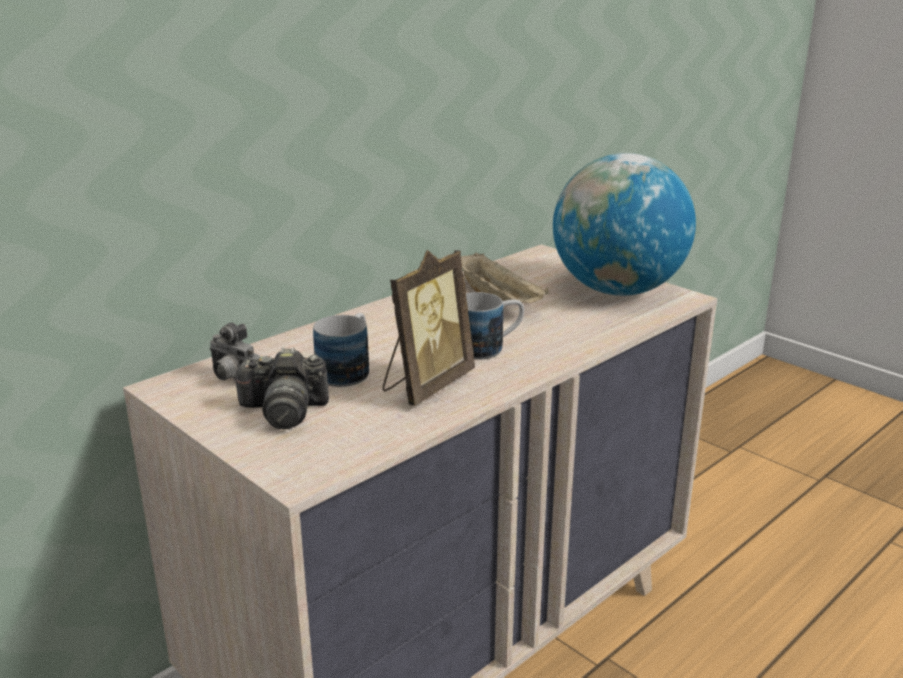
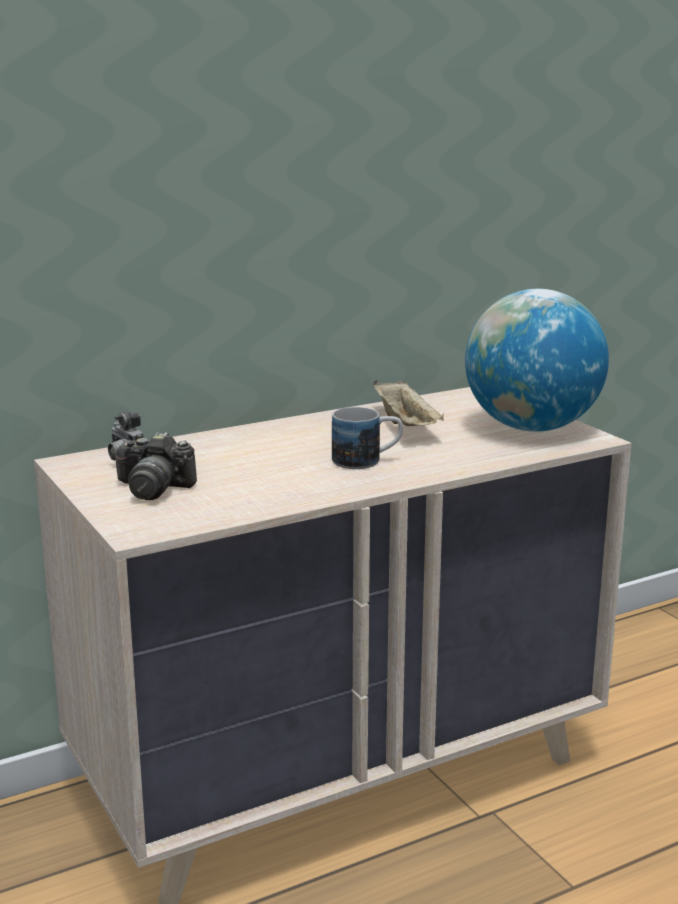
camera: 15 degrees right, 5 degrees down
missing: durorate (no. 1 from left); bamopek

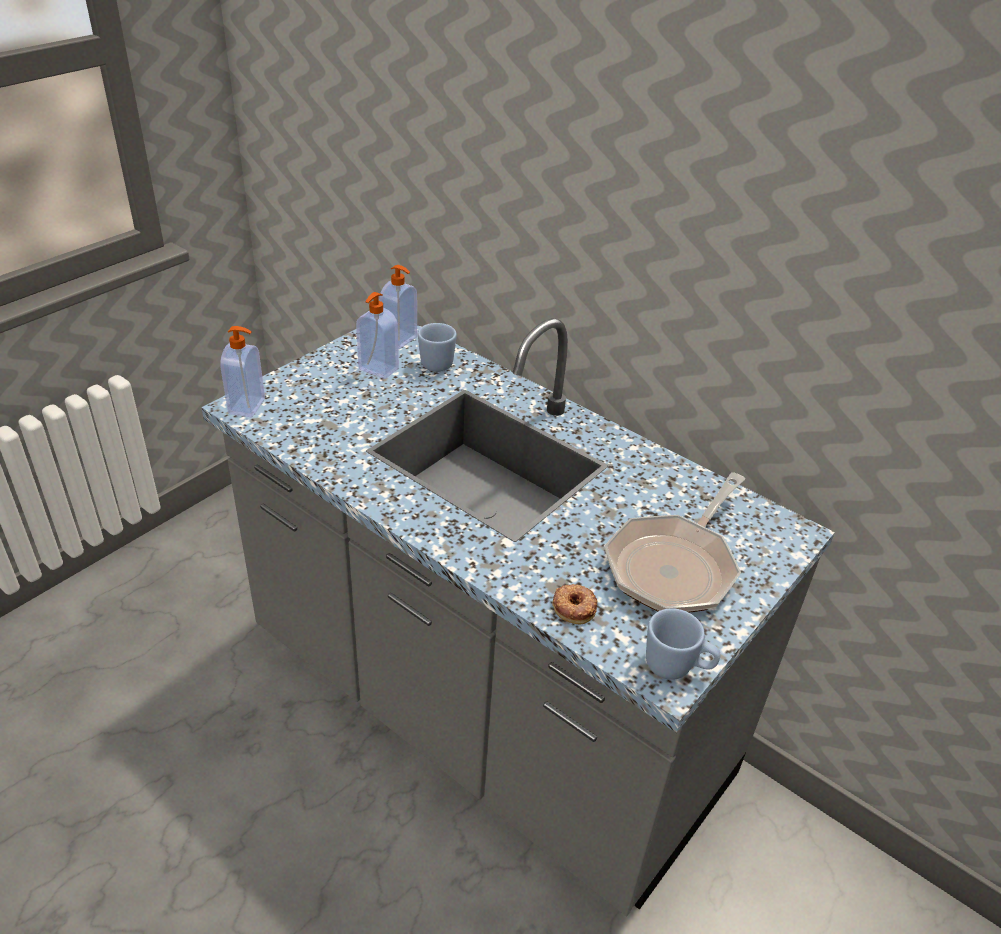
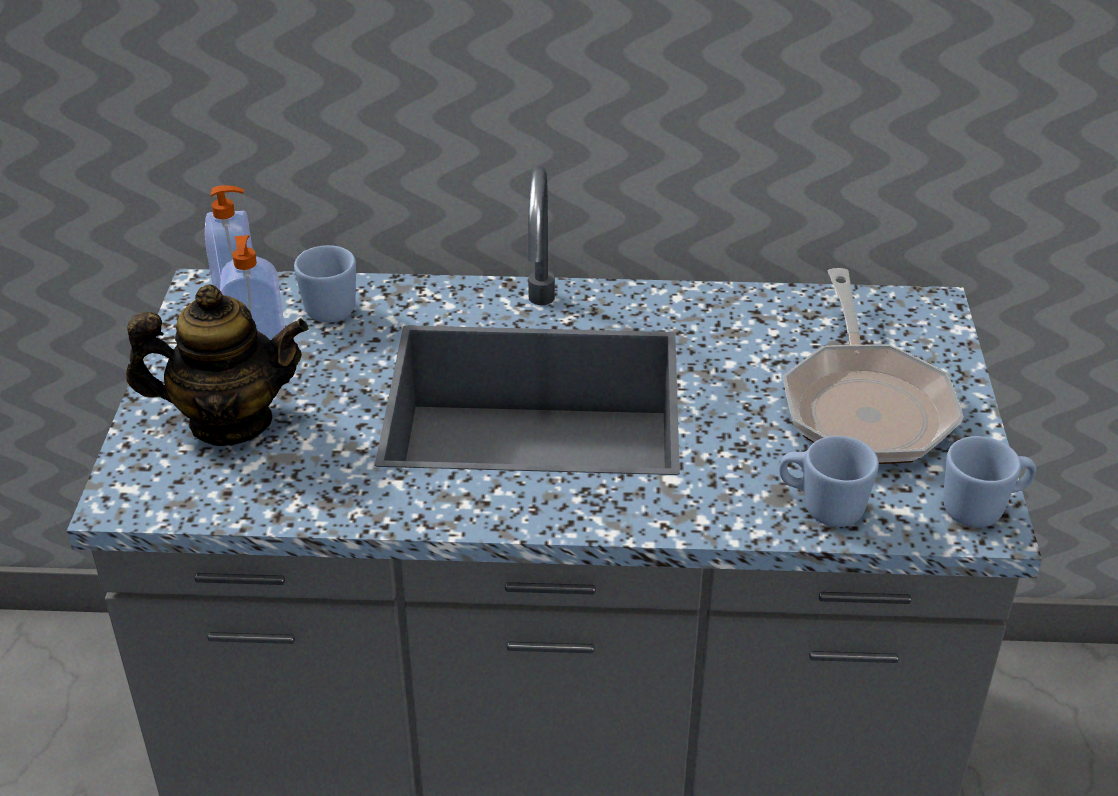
camera: 35 degrees left, 0 degrees up
missing: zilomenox (no. 1 from left)
appeared: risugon
exchanged: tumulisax to durorate (blue) (no. 2 from left)

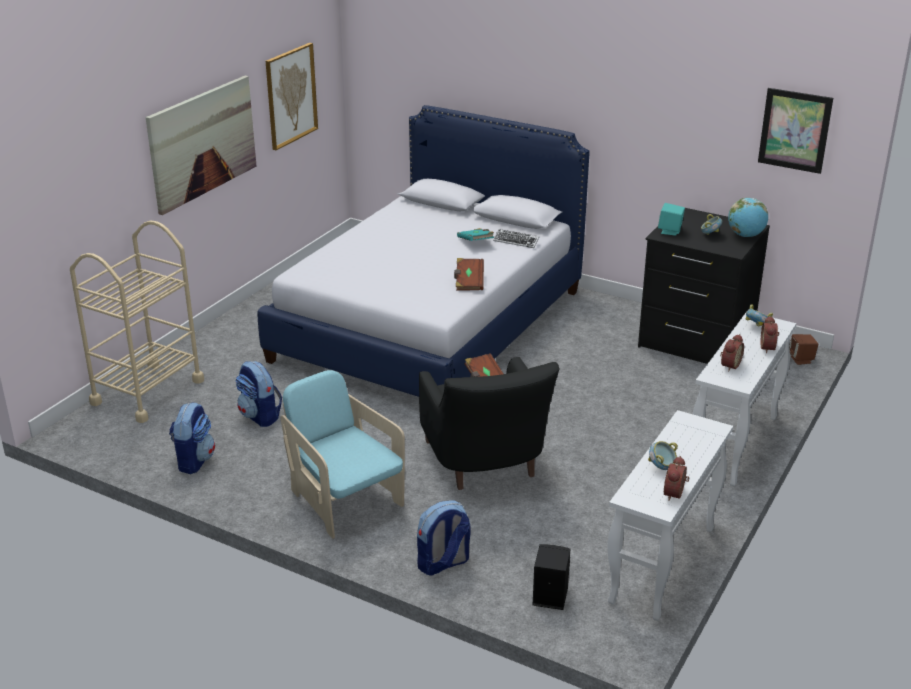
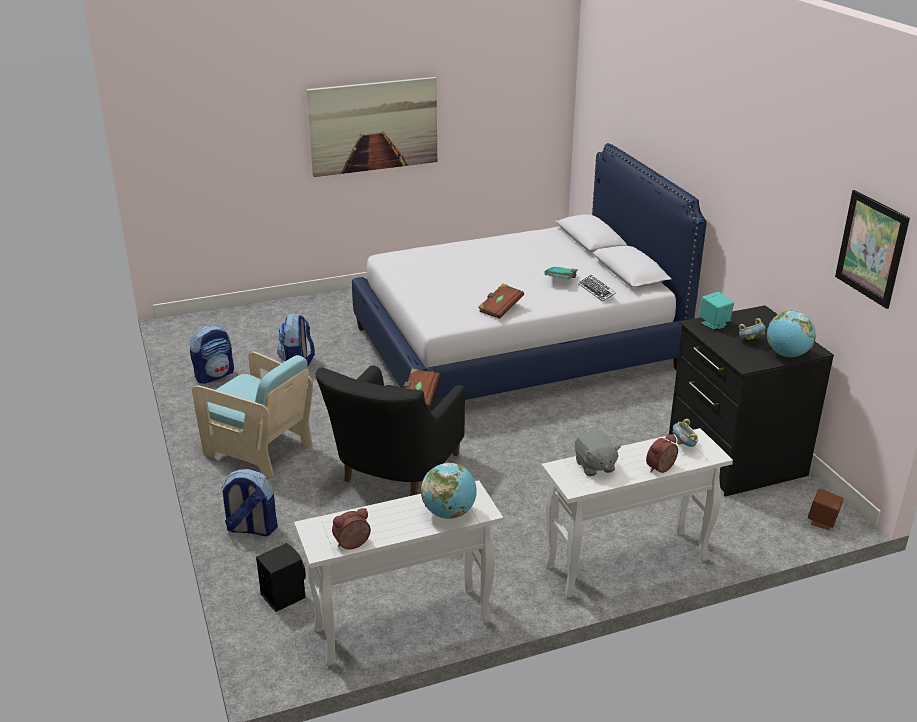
camera: 40 degrees right, 0 degrees up
missing: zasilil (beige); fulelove (no. 2 from left); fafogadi (no. 1 from left)
appeared: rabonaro (no. 1 from left)
exchanged: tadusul (no. 2 from left) to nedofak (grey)
spun: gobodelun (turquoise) 120 degrees clockwise

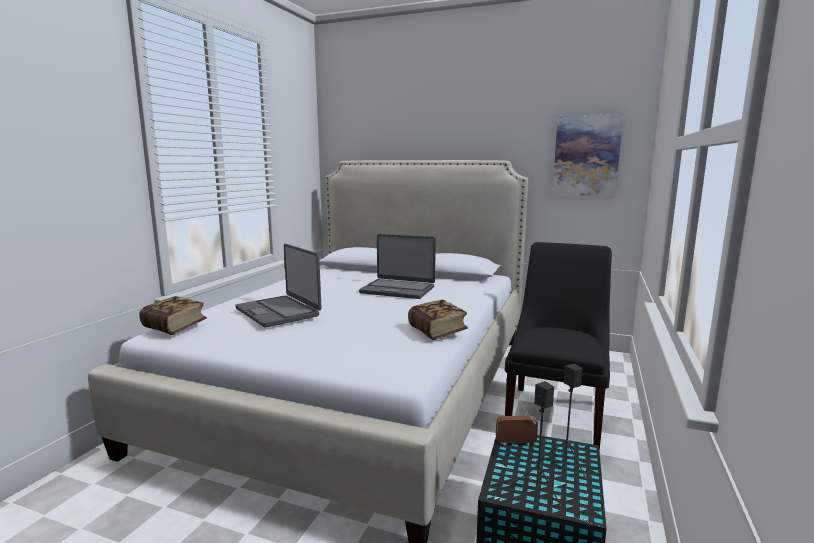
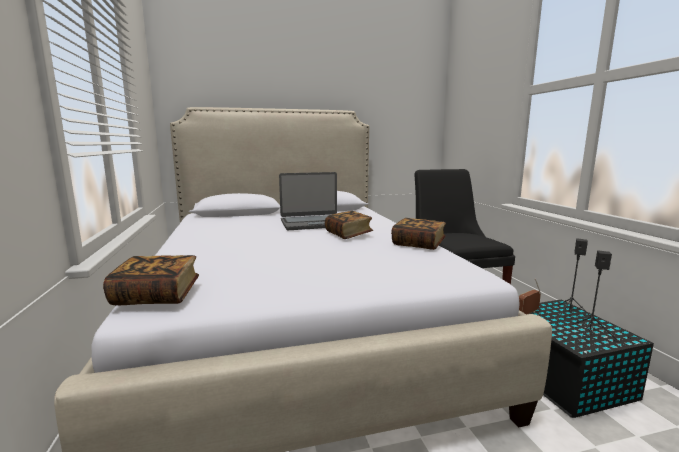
camera: 35 degrees left, 0 degrees up
missing: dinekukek (no. 1 from left); fulelove
appeared: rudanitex (no. 2 from left)

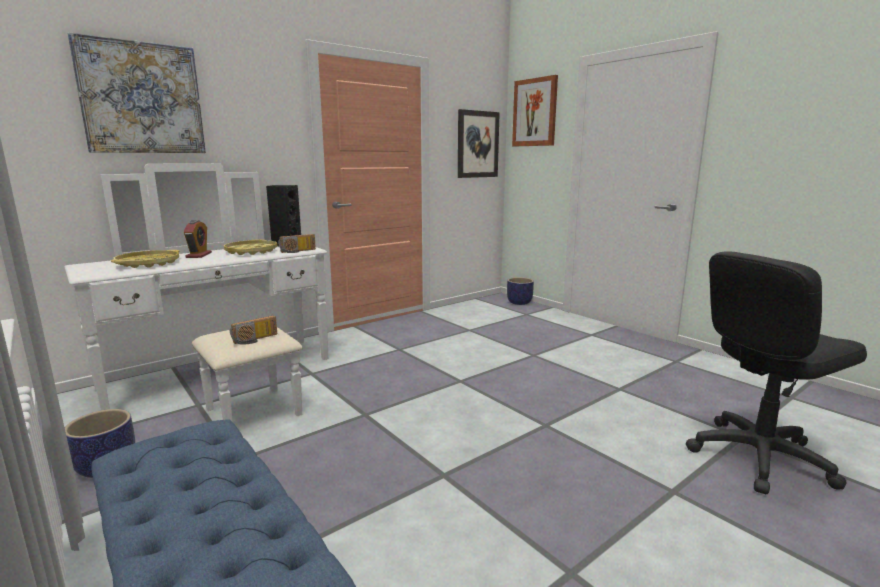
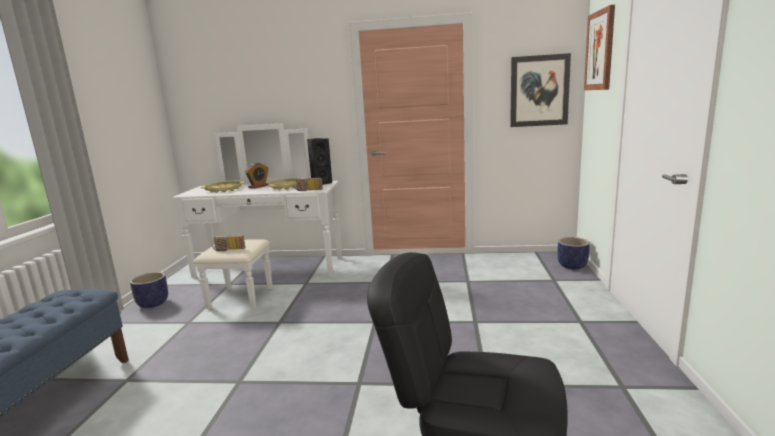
camera: 45 degrees right, 0 degrees up
missing: fulelove (no. 1 from left)

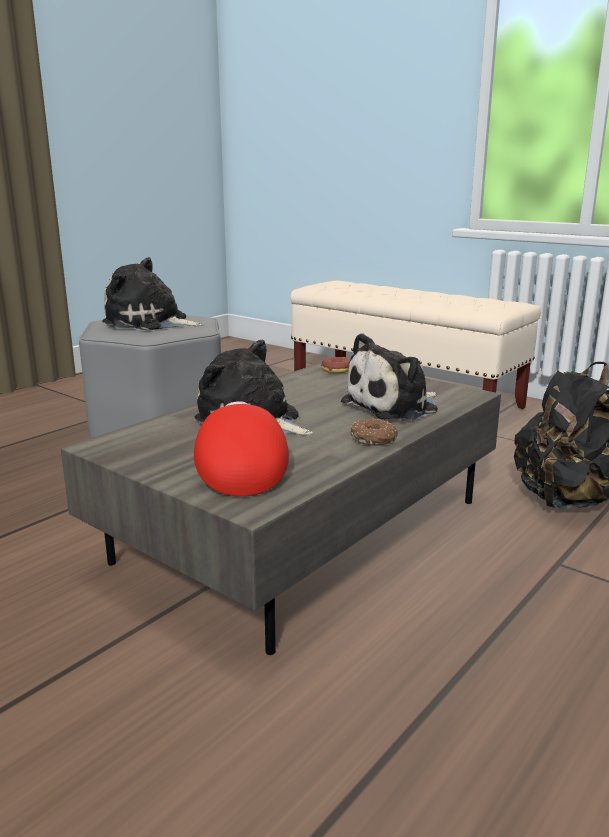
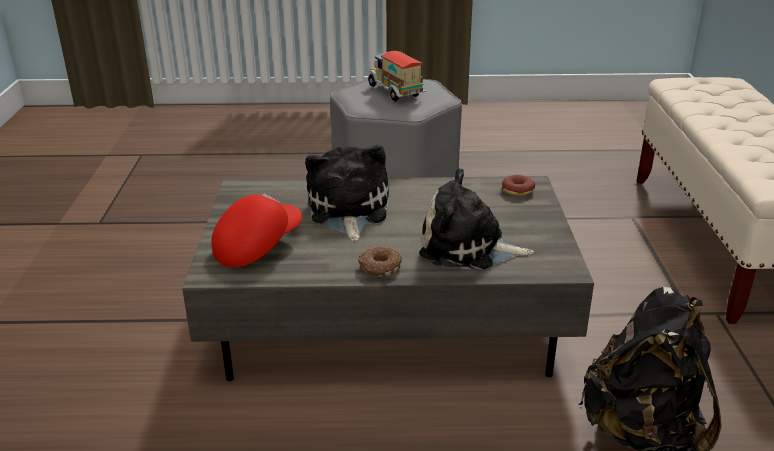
camera: 50 degrees right, 10 degrees up
exchanged: nedofak (no. 1 from left) to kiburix

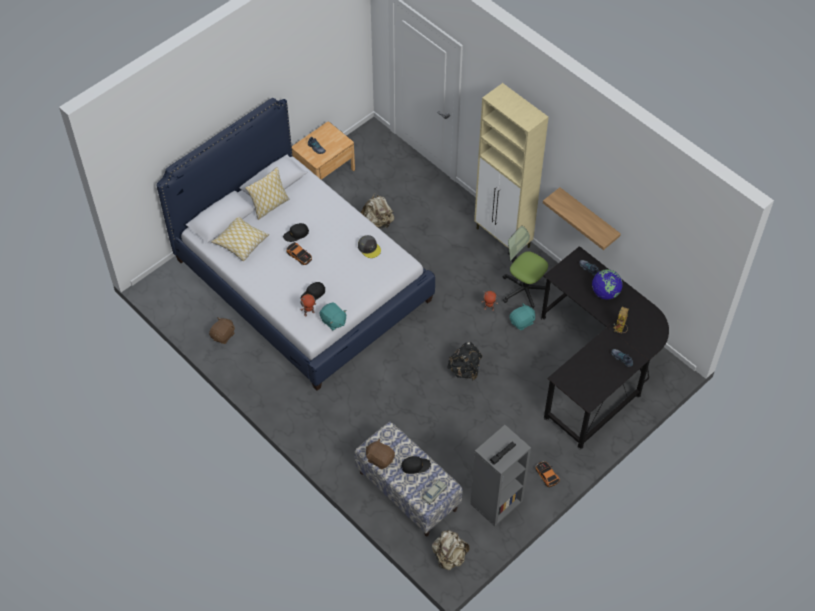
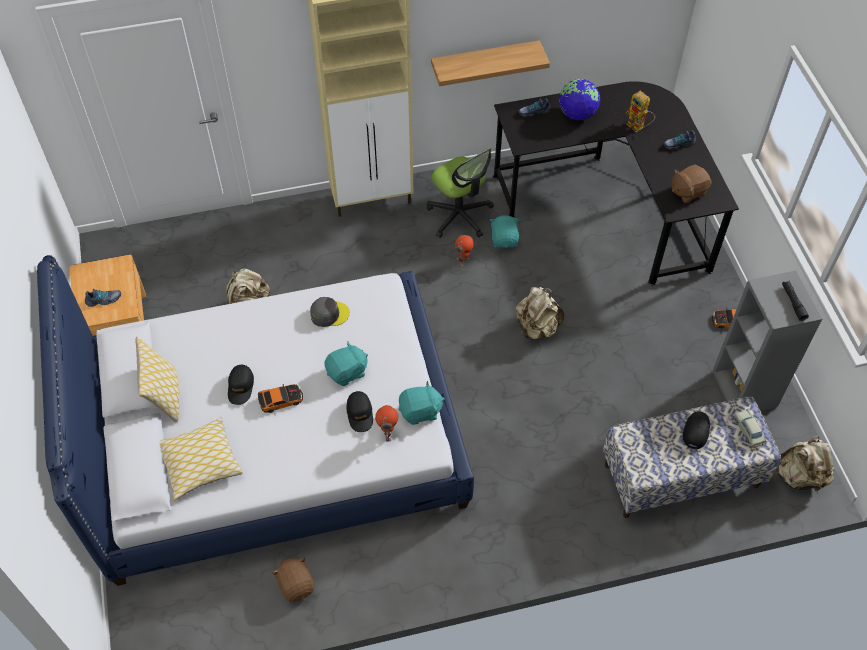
camera: 60 degrees left, 0 degrees up
appeared: nedofak (turquoise) (no. 1 from left)
relocated: nedofak (brown) (no. 2 from left)
colour: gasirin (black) to gasirin (beige) (no. 2 from left)
spun: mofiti 105 degrees counterclockwise

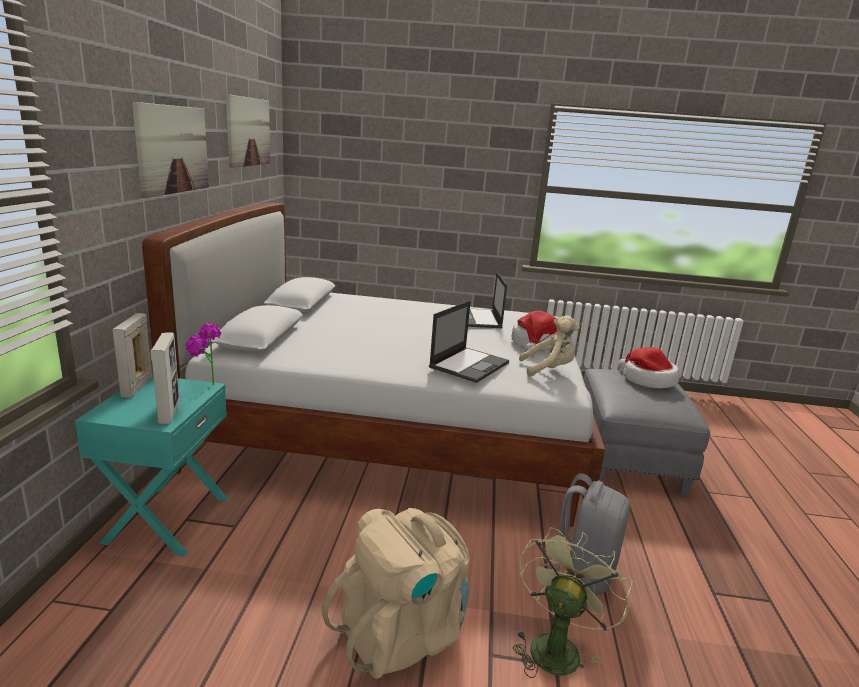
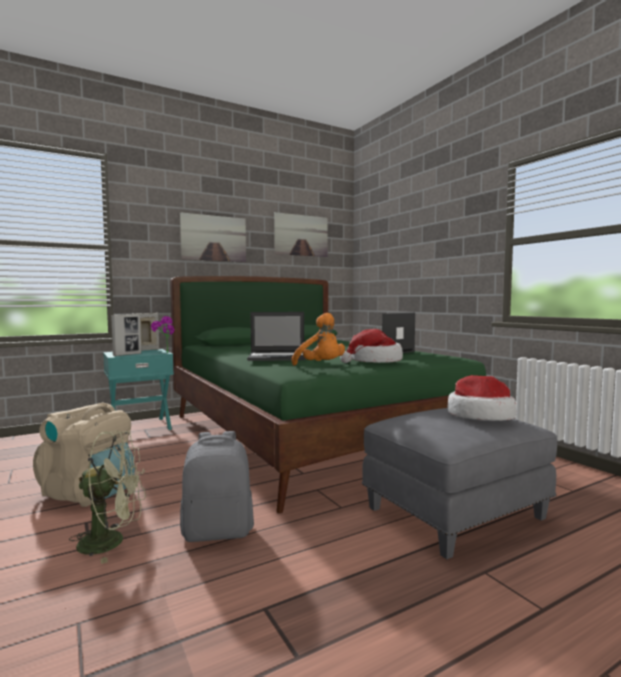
camera: 55 degrees right, 15 degrees down
colour: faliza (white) to faliza (green); nedofak (beige) to nedofak (orange)

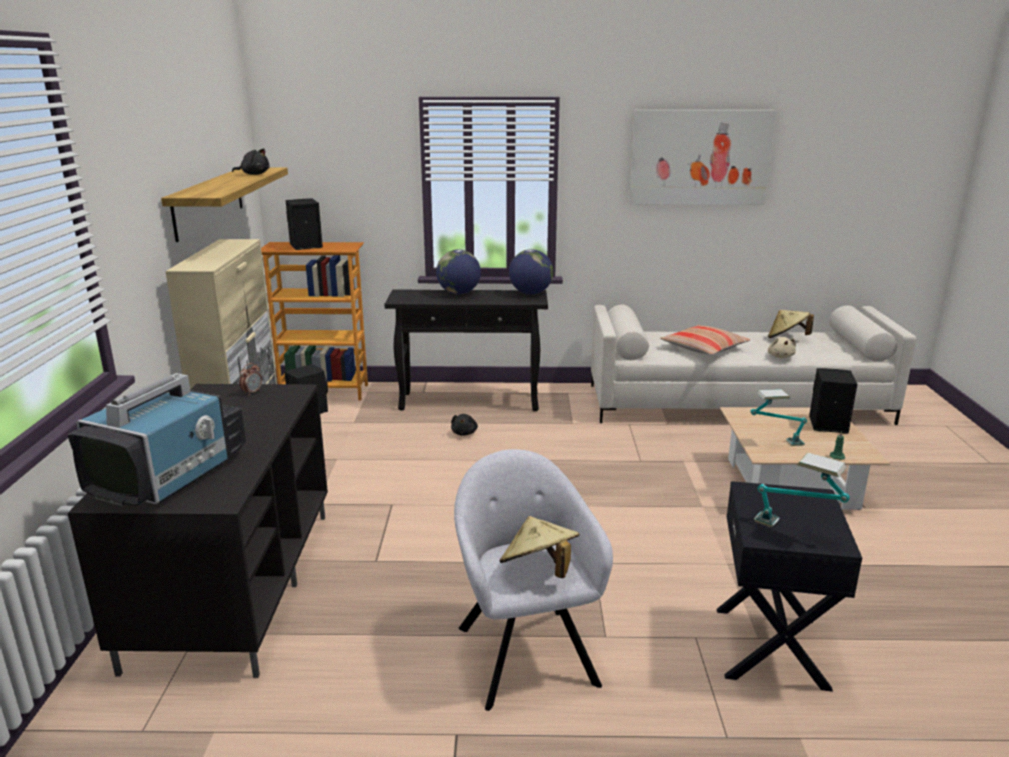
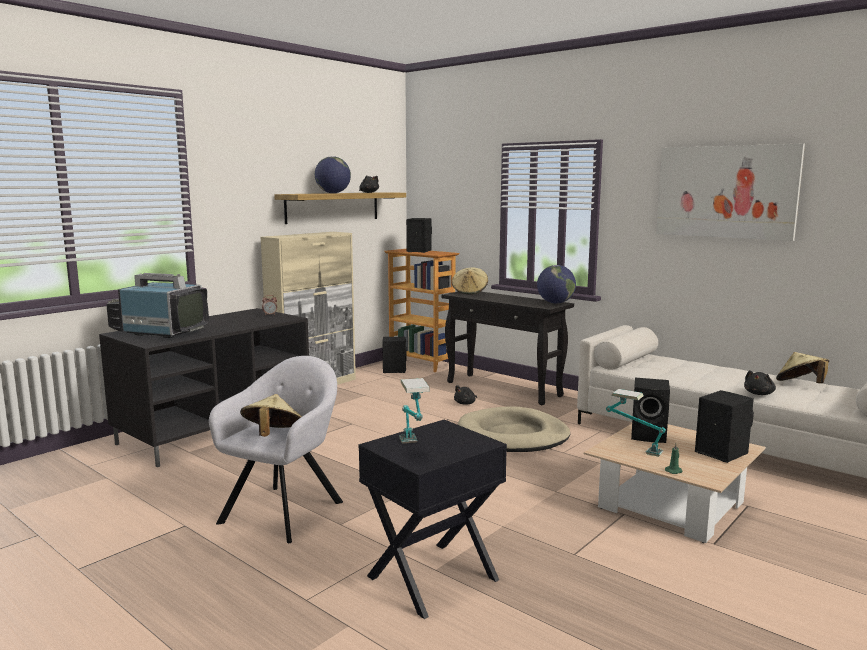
camera: 40 degrees right, 10 degrees down
missing: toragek
appeared: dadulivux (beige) (no. 2 from left); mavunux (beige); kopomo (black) (no. 3 from left)
relocated: rabonaro (no. 1 from left)
colour: nedofak (beige) to nedofak (black) (no. 3 from left)
spun: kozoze 135 degrees counterclockwise

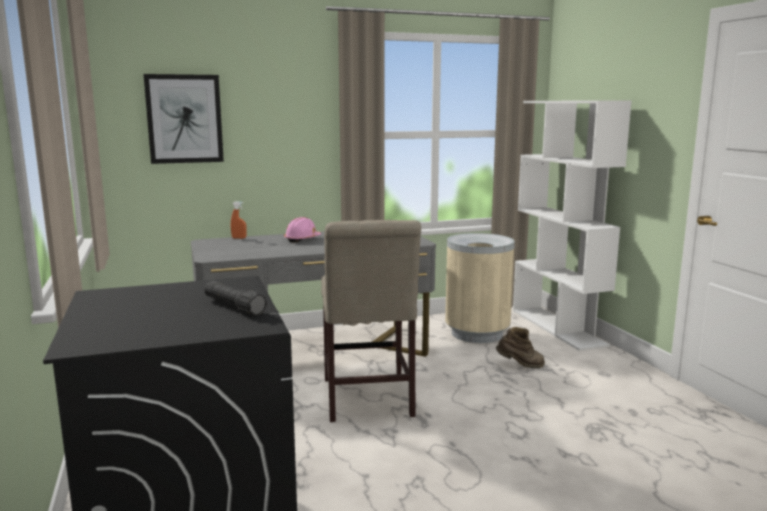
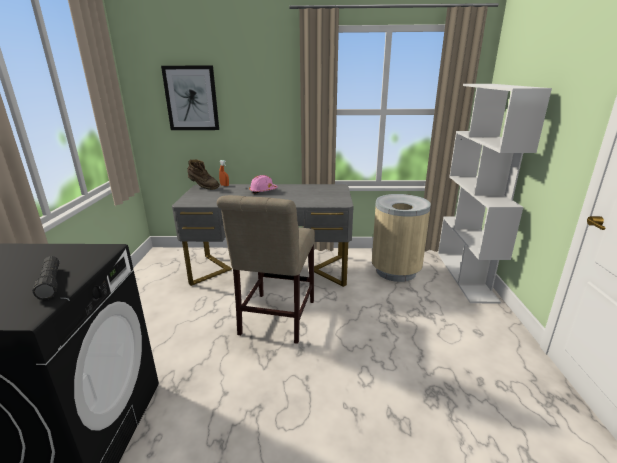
camera: 20 degrees right, 10 degrees up
relocated: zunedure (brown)

